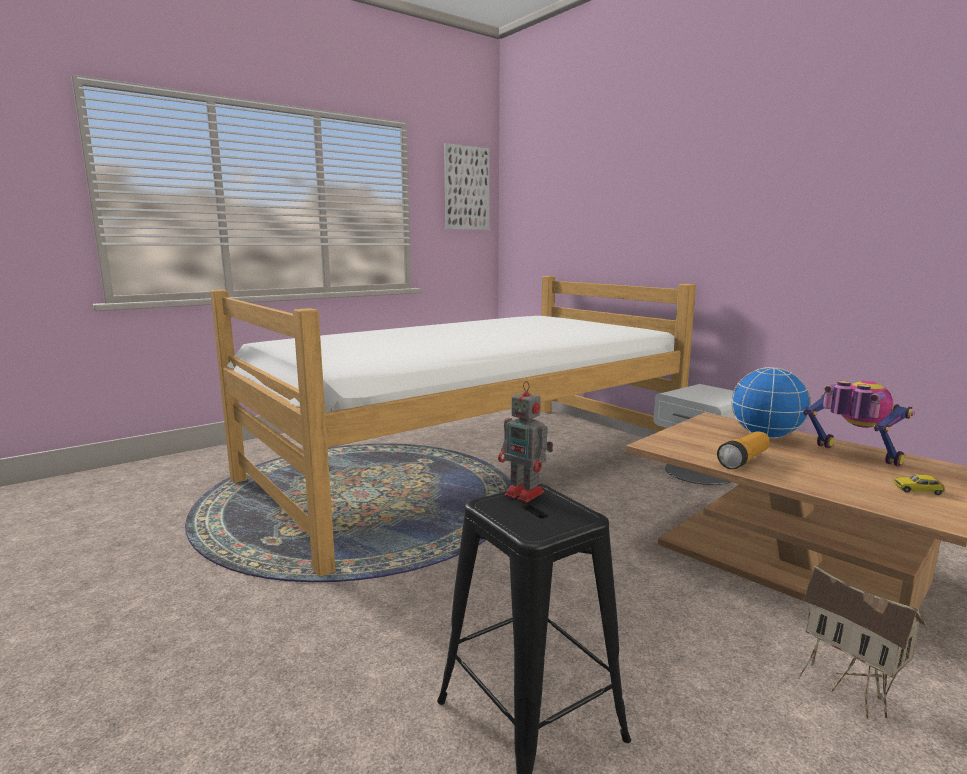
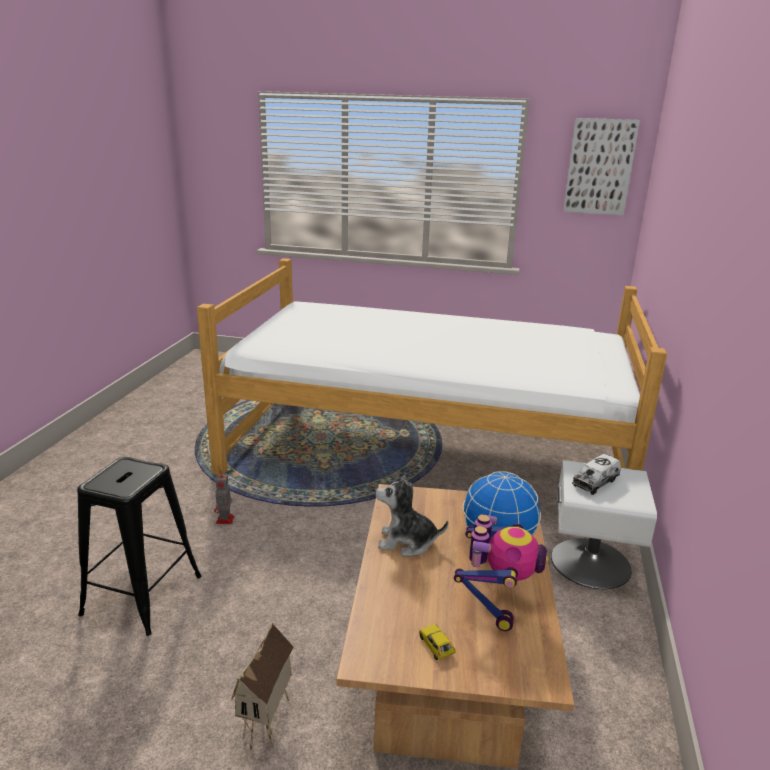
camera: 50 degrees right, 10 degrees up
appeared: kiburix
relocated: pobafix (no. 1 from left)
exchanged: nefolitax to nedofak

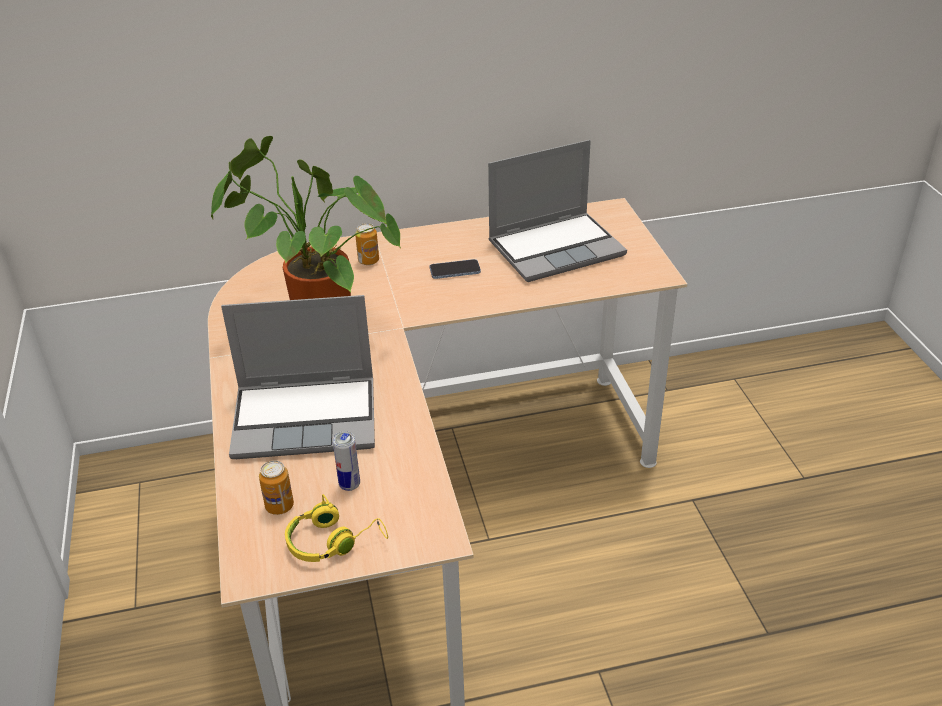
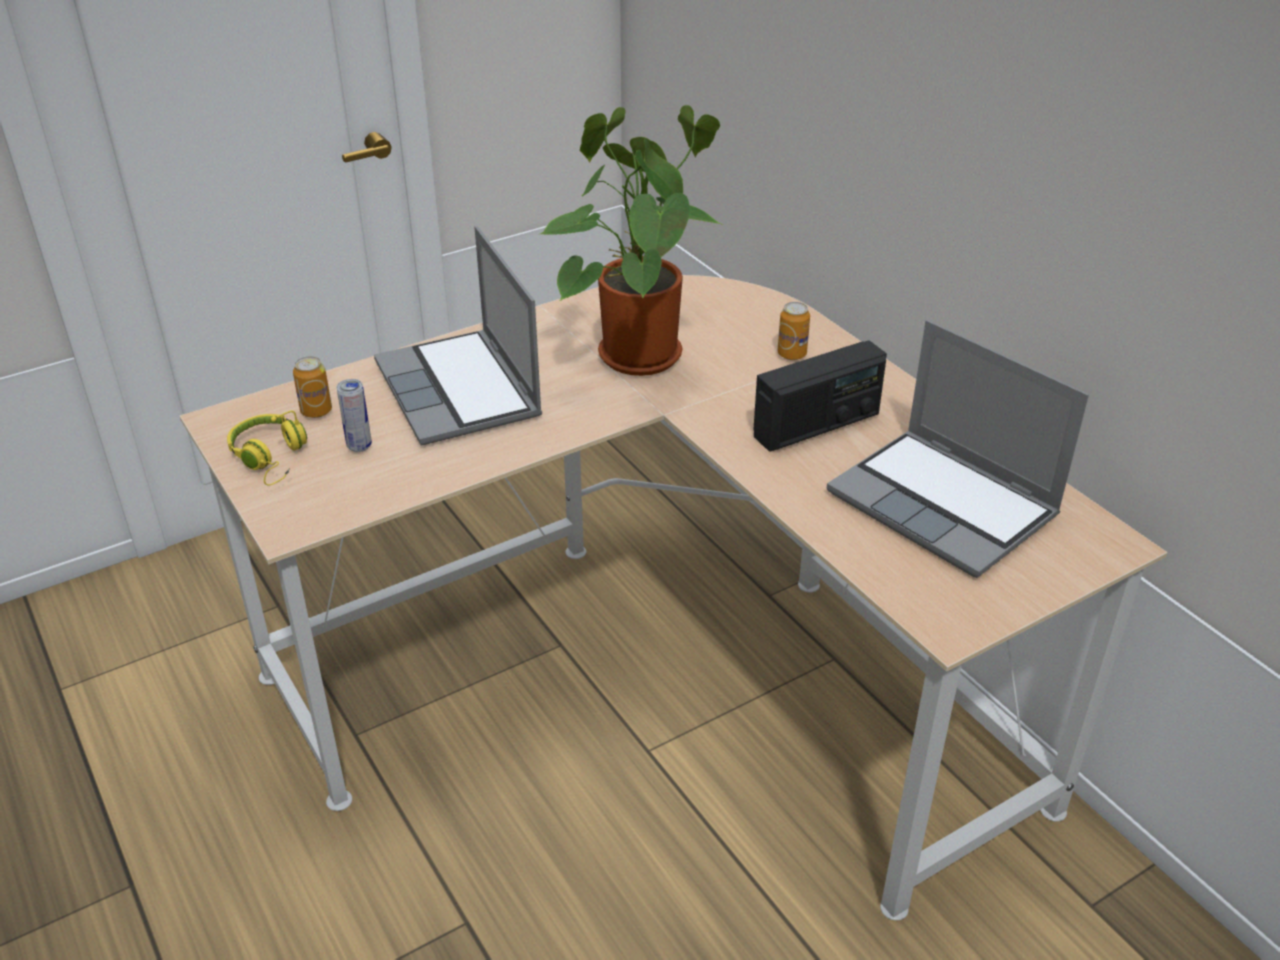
camera: 70 degrees right, 0 degrees up
exchanged: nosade to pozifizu

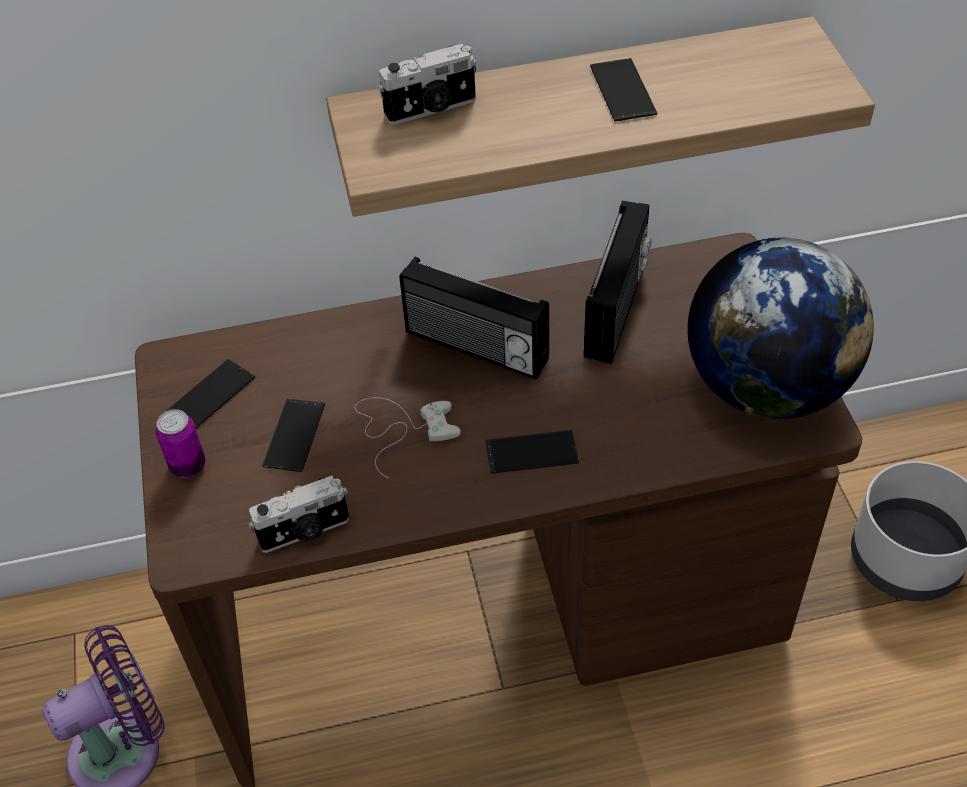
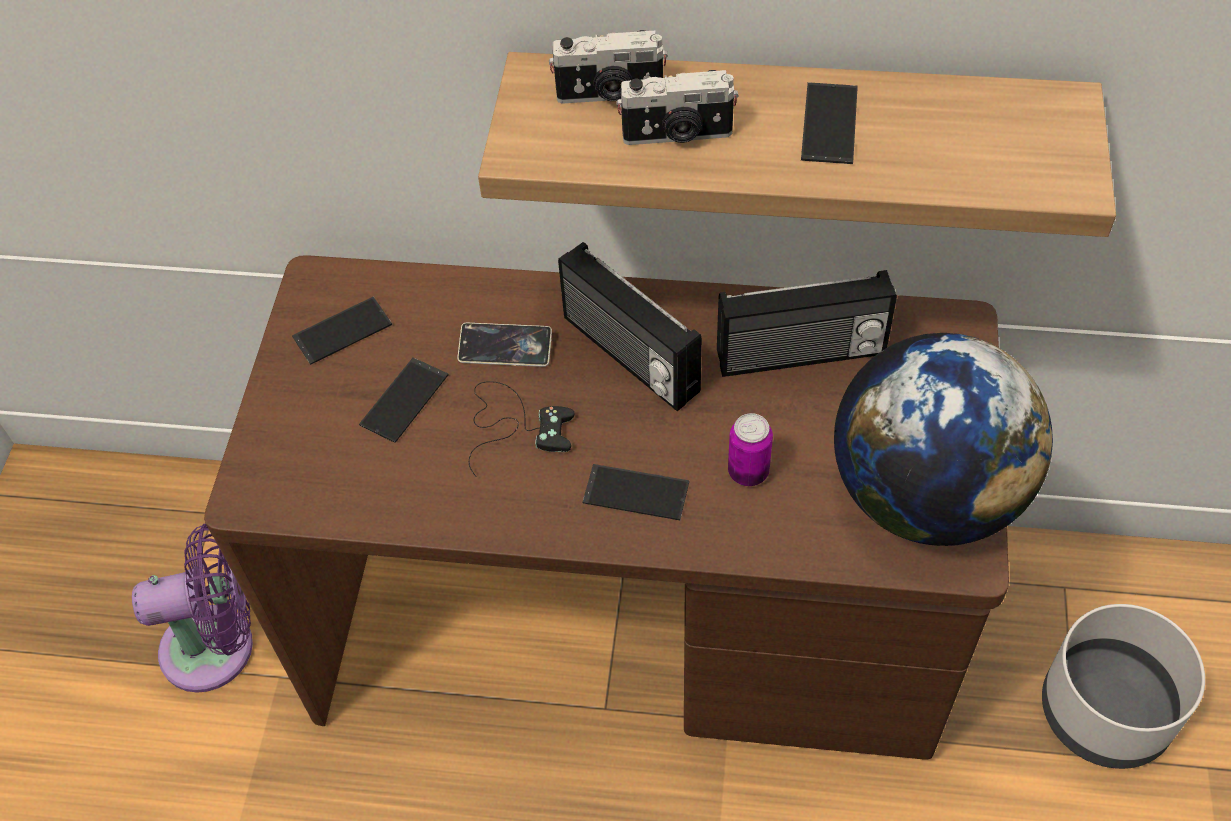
camera: 20 degrees right, 5 degrees up
appeared: nosade (no. 3 from left)
relocated: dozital; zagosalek (no. 1 from left in the first image) to zagosalek (no. 2 from left)
colour: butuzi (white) to butuzi (black)
spun: pozifizu (no. 2 from left) 45 degrees clockwise

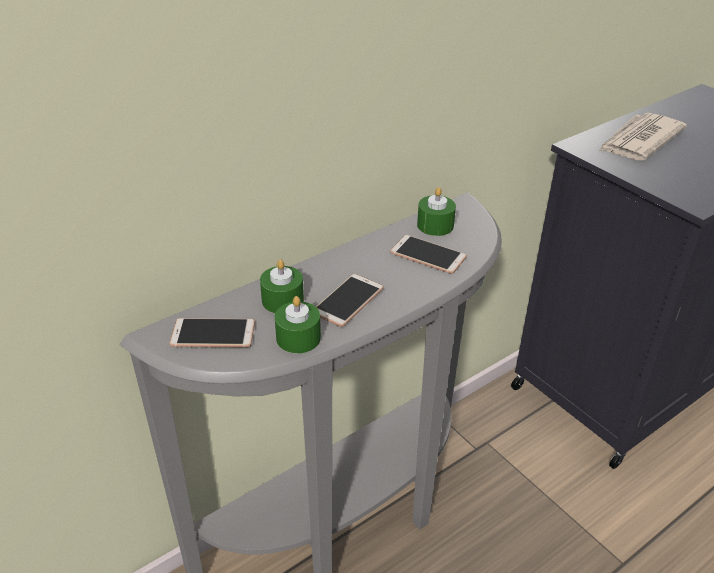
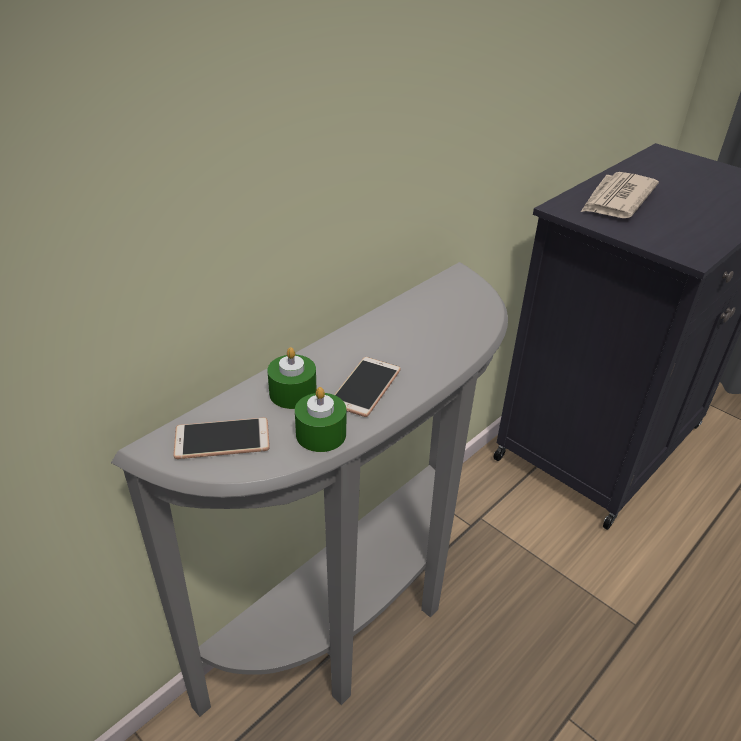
camera: 10 degrees left, 0 degrees up
missing: nosade (no. 3 from left); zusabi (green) (no. 3 from left)

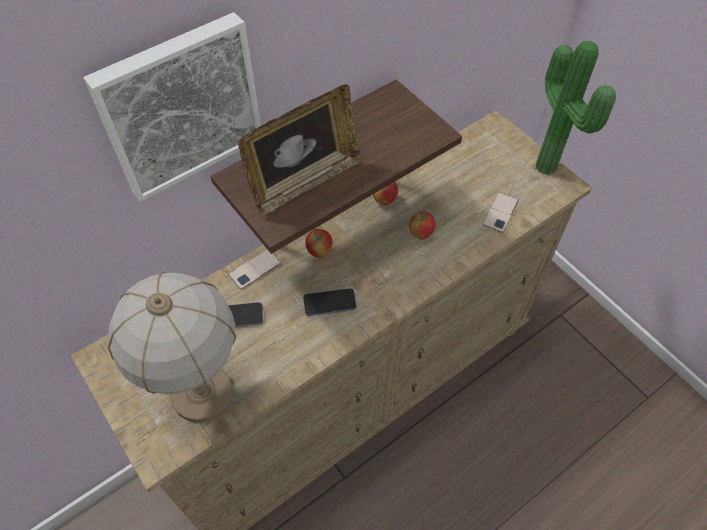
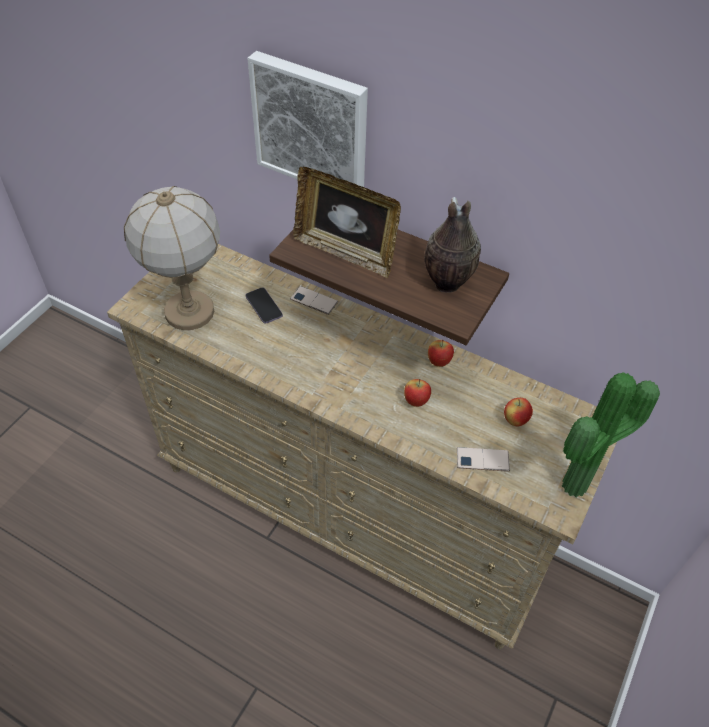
camera: 65 degrees right, 5 degrees down
missing: nosade (no. 3 from left)
appeared: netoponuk
relocated: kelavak (no. 1 from left in the first image) to kelavak (no. 3 from left)

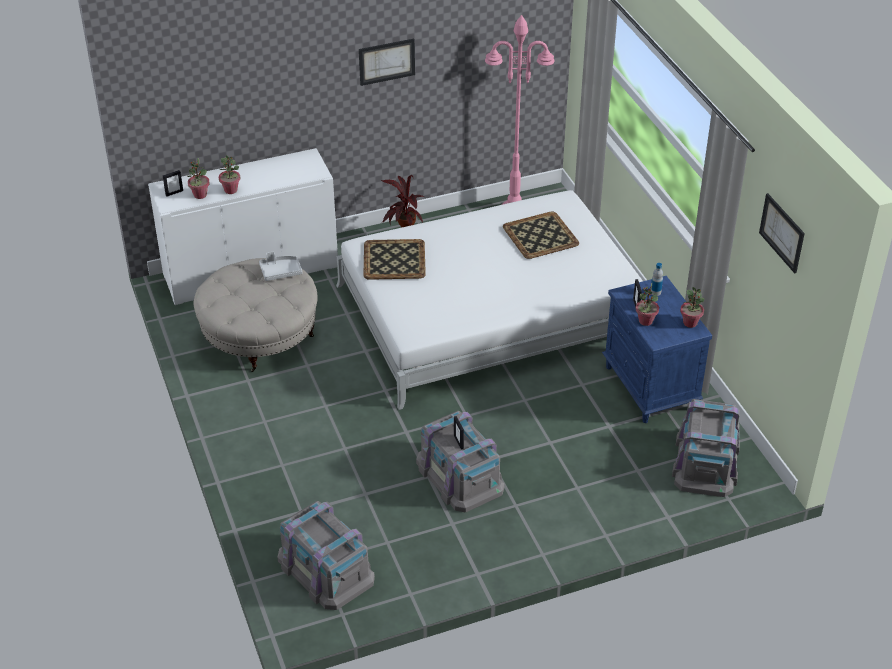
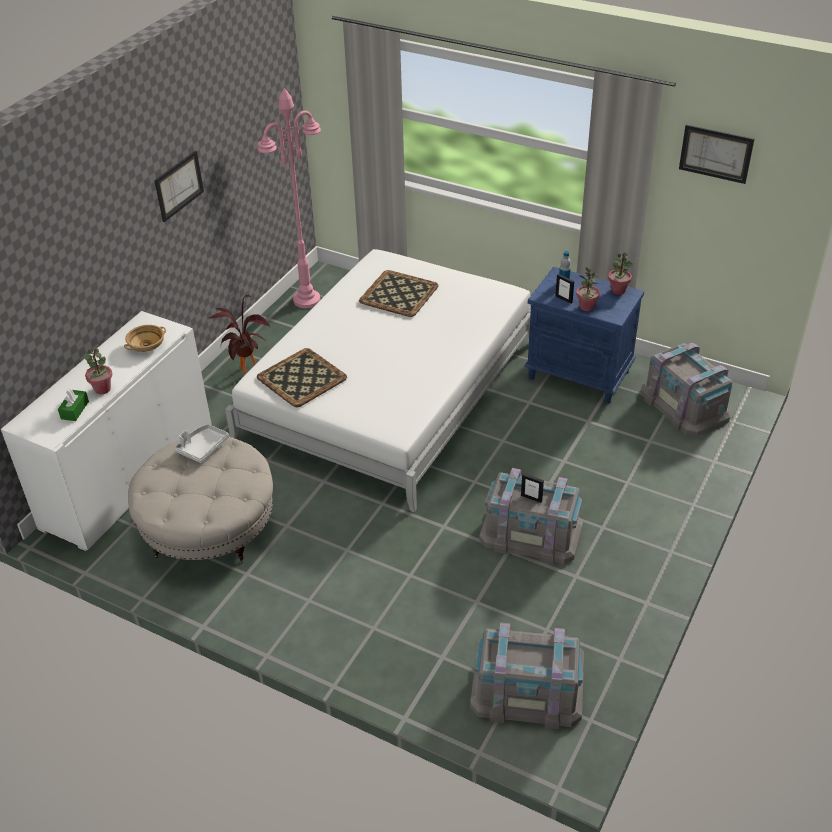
camera: 40 degrees left, 0 degrees up
missing: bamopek (no. 1 from left)
appeared: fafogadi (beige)
exchanged: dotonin (no. 1 from left) to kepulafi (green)

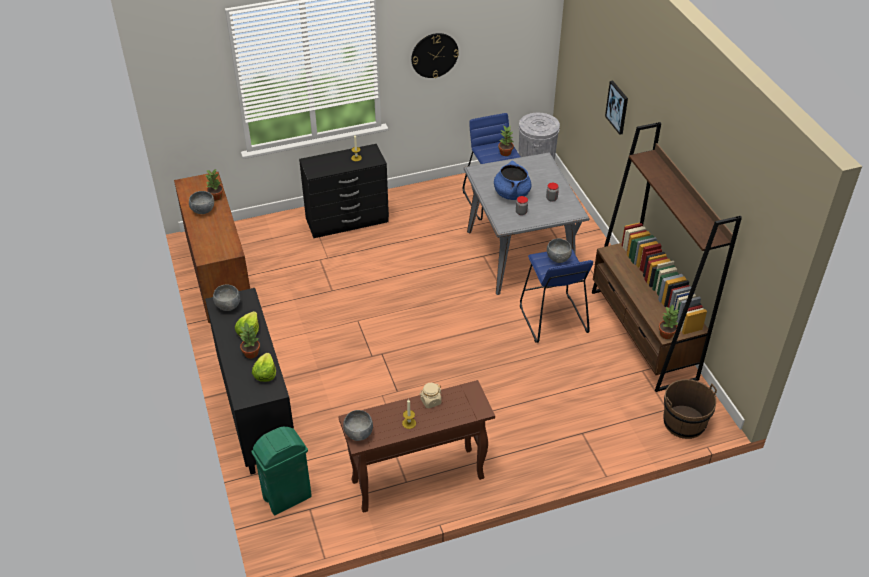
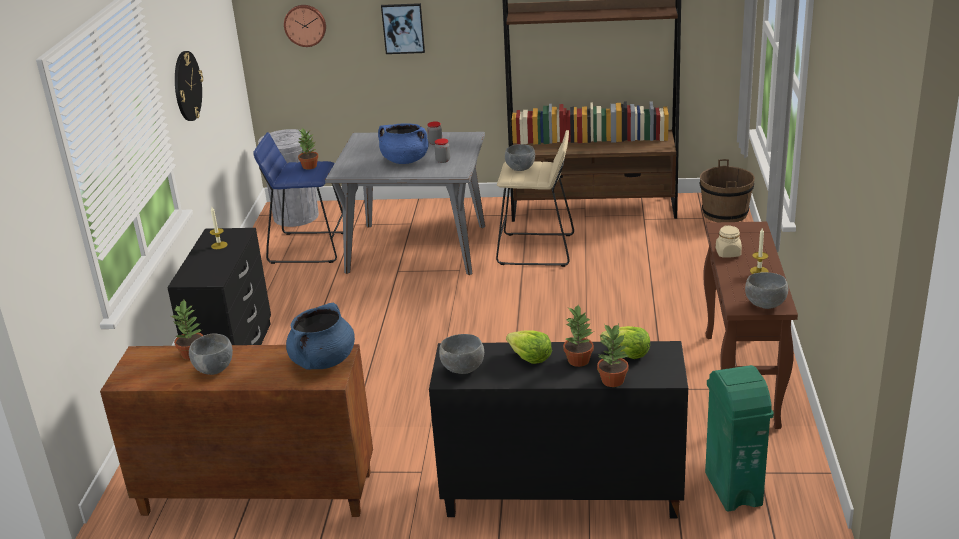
camera: 65 degrees left, 15 degrees down
appeared: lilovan (no. 2 from left); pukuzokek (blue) (no. 1 from left)
relocated: dotonin (no. 4 from left)
colour: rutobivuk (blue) (no. 2 from left) to rutobivuk (beige)

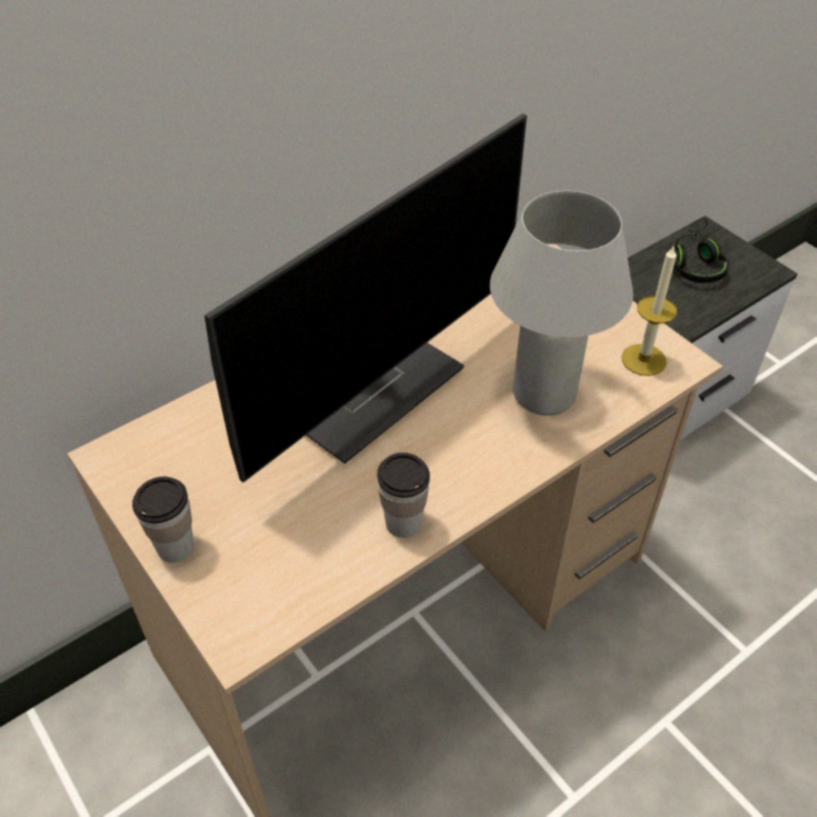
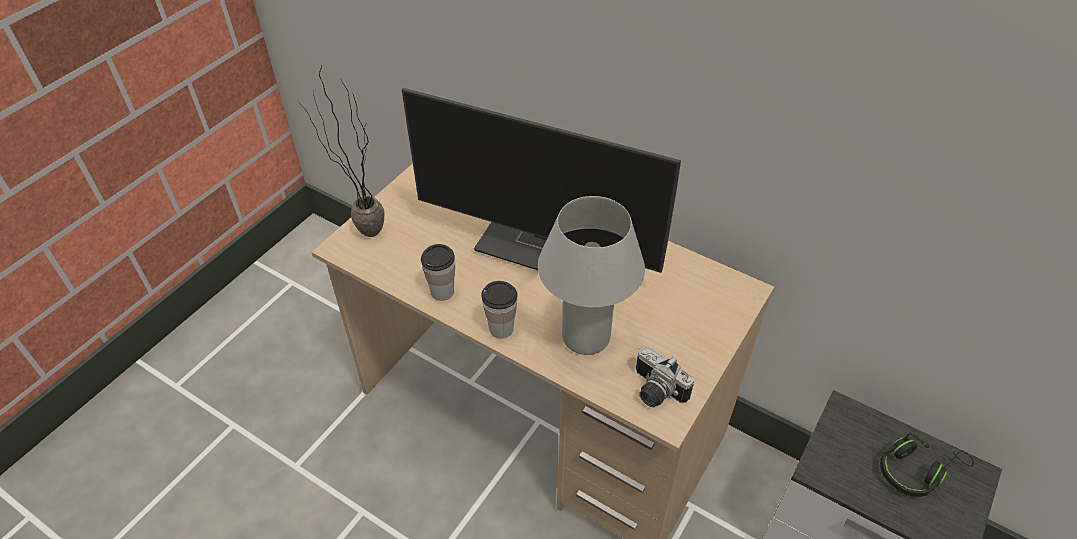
camera: 70 degrees right, 0 degrees up
appeared: dotonin
relocated: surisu (no. 1 from left in the first image) to surisu (no. 2 from left)
exchanged: zusabi to zagosalek

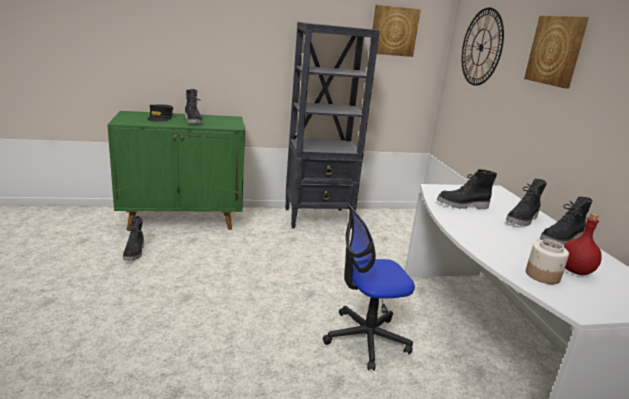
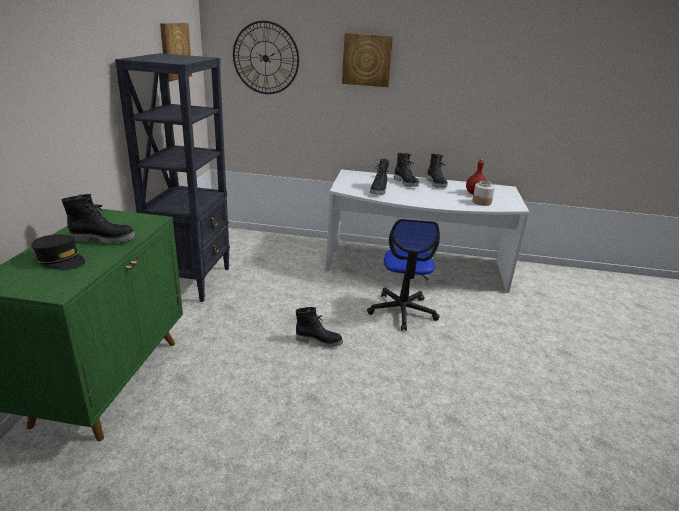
camera: 70 degrees left, 5 degrees up
relocated: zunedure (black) (no. 1 from left in the first image) to zunedure (black) (no. 2 from left)

